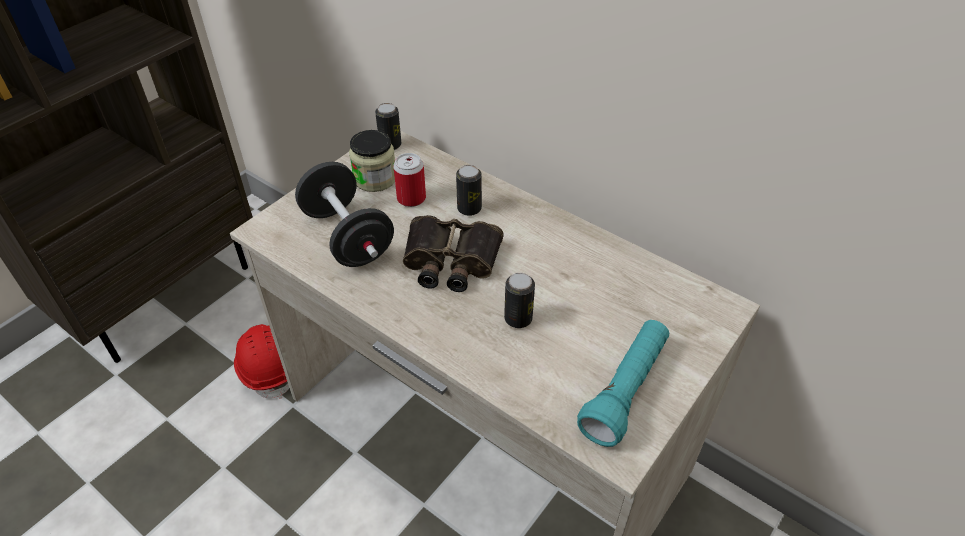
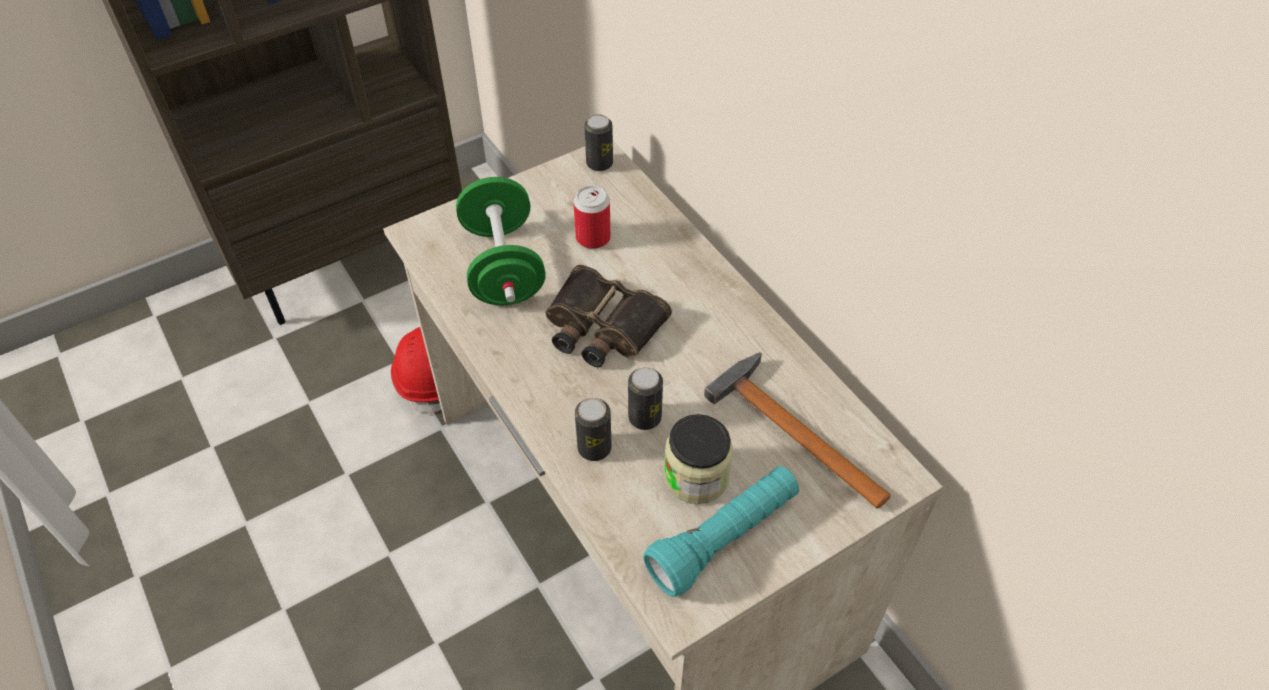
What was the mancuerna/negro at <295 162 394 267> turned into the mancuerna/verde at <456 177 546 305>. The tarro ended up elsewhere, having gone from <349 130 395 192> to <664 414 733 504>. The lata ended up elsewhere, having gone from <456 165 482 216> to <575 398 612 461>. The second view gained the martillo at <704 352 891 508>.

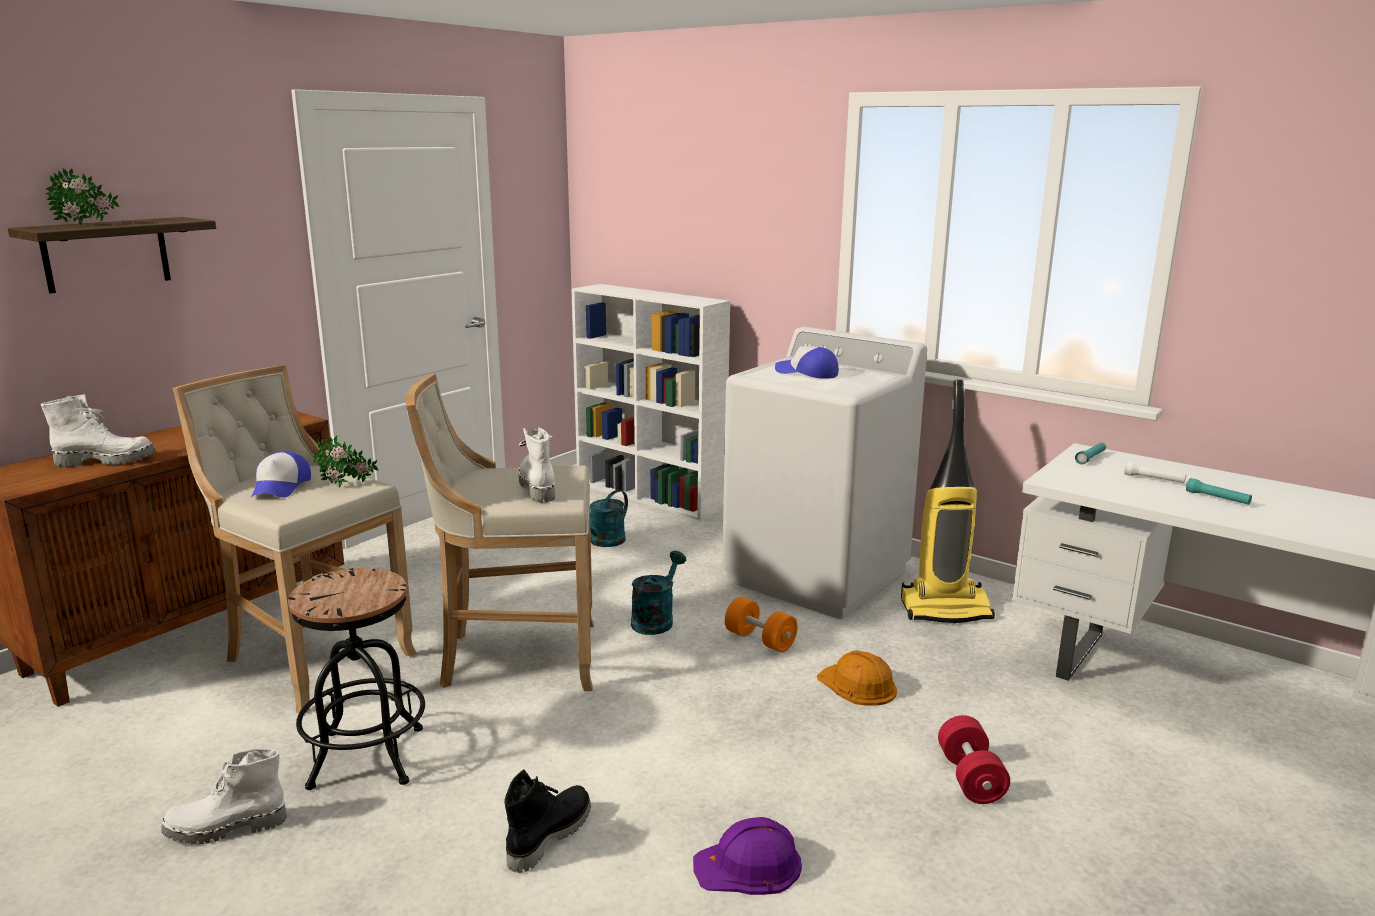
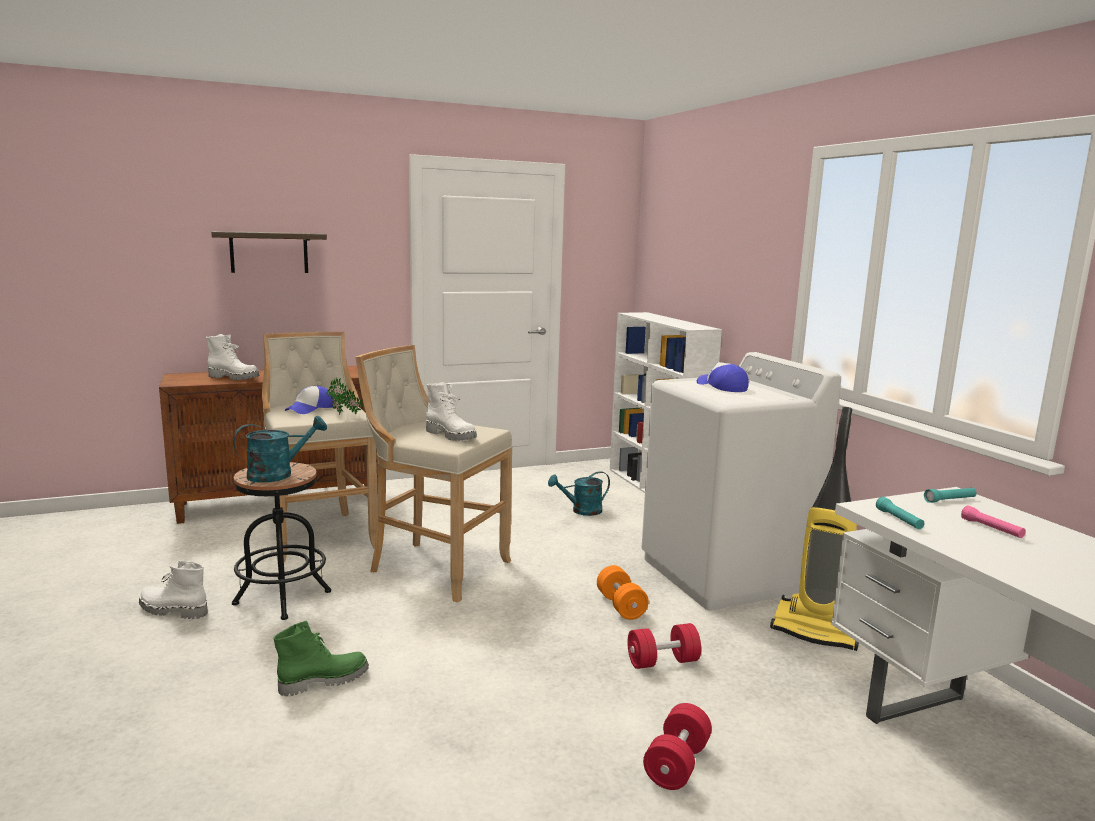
The second view lost the planta en maceta at <45 168 119 225>. What was the bota/negro at <504 769 591 873> turned into the bota/verde at <274 621 369 696>. The bota/blanco at <519 427 555 503> ended up facing another way, 120 degrees clockwise from before. The regadera/turquesa ended up elsewhere, having gone from <631 551 686 635> to <233 416 327 483>. The second view lost the casco/morado at <693 817 802 895>. Where the casco/naranja stood at <817 650 897 706>, the mancuerna/rojo came to stand at <627 623 701 669>. What was the linterna/blanco at <1124 462 1186 483> turned into the linterna/rosa at <961 506 1026 538>. The linterna/turquesa ended up elsewhere, having gone from <1186 478 1252 505> to <876 497 924 529>.

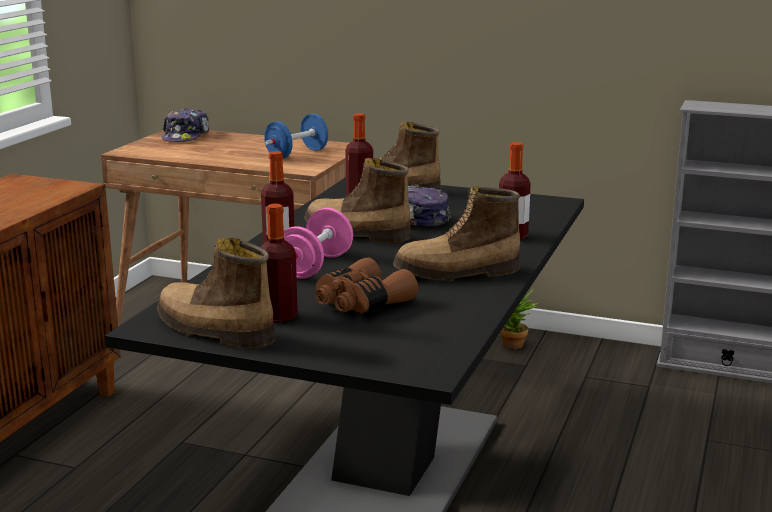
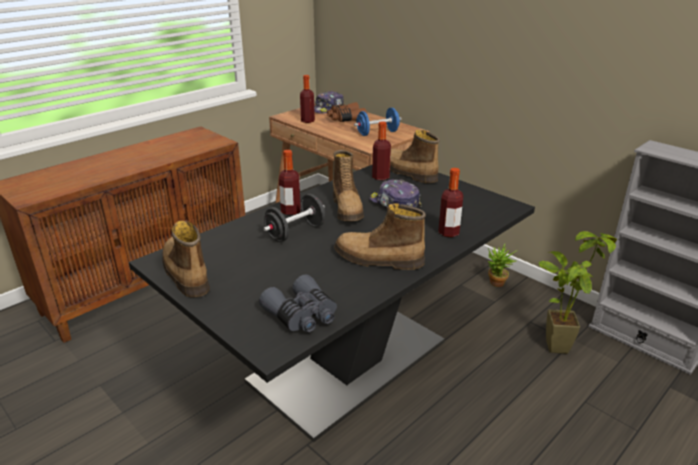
The botella ended up elsewhere, having gone from <260 204 298 323> to <300 75 315 123>. What was the mancuerna/rosa at <284 208 353 279> turned into the mancuerna/negro at <263 194 325 242>. The bota at <305 158 411 243> ended up facing another way, 150 degrees counterclockwise from before. The prismáticos/marrón ended up elsewhere, having gone from <315 258 418 313> to <327 102 367 122>. The second view gained the prismáticos/gris at <259 274 337 332>. The second view gained the planta en maceta at <539 231 617 354>.

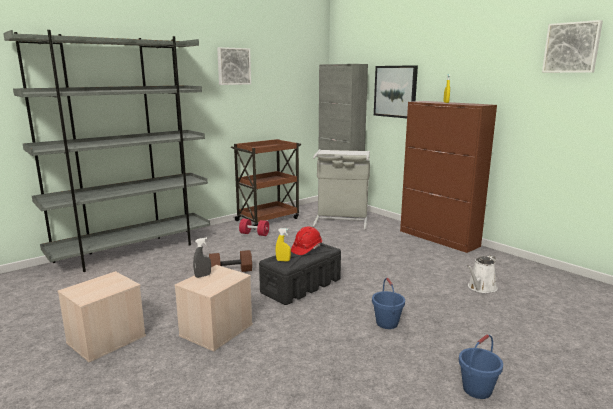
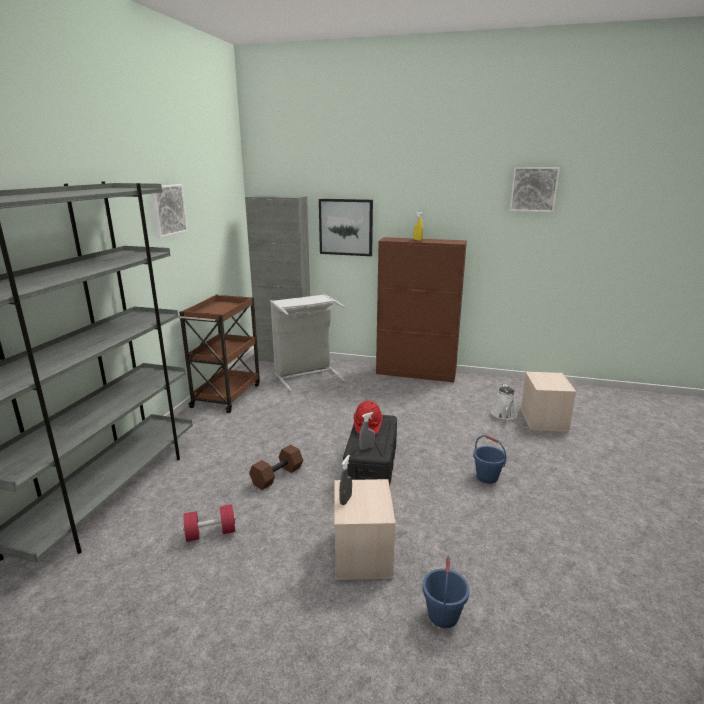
The caja de almacenaje/beis ended up elsewhere, having gone from <58 271 146 362> to <521 372 576 432>. The mancuerna/rojo ended up elsewhere, having gone from <239 219 269 236> to <183 504 236 542>. What was the pulverizador/amarillo at <276 228 291 262> turned into the pulverizador/gris at <359 412 375 450>. The cubo/azul ended up elsewhere, having gone from <459 334 503 399> to <422 555 470 628>.

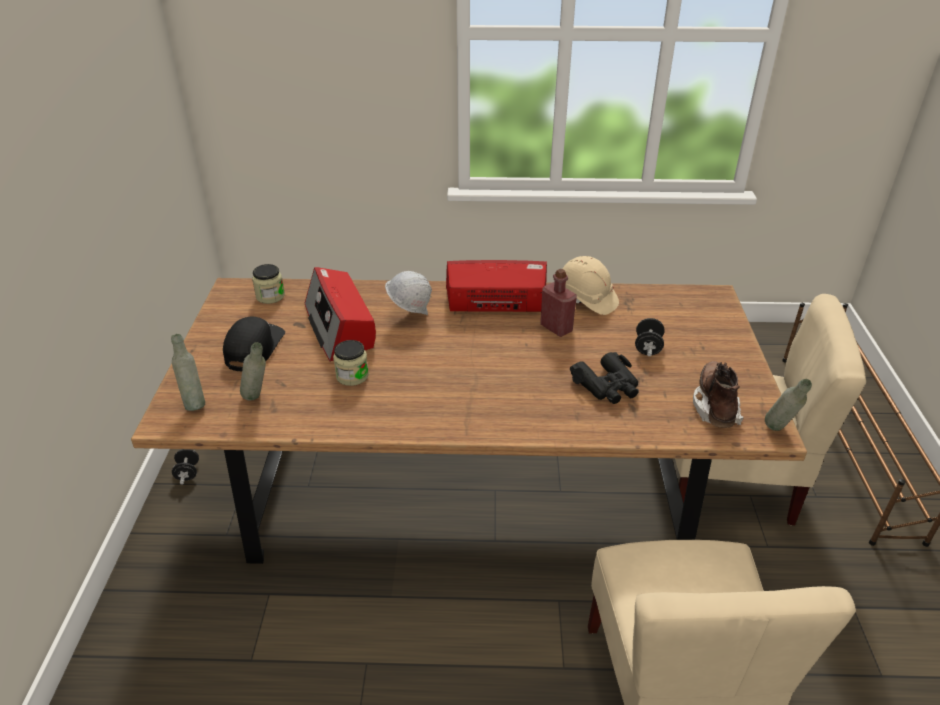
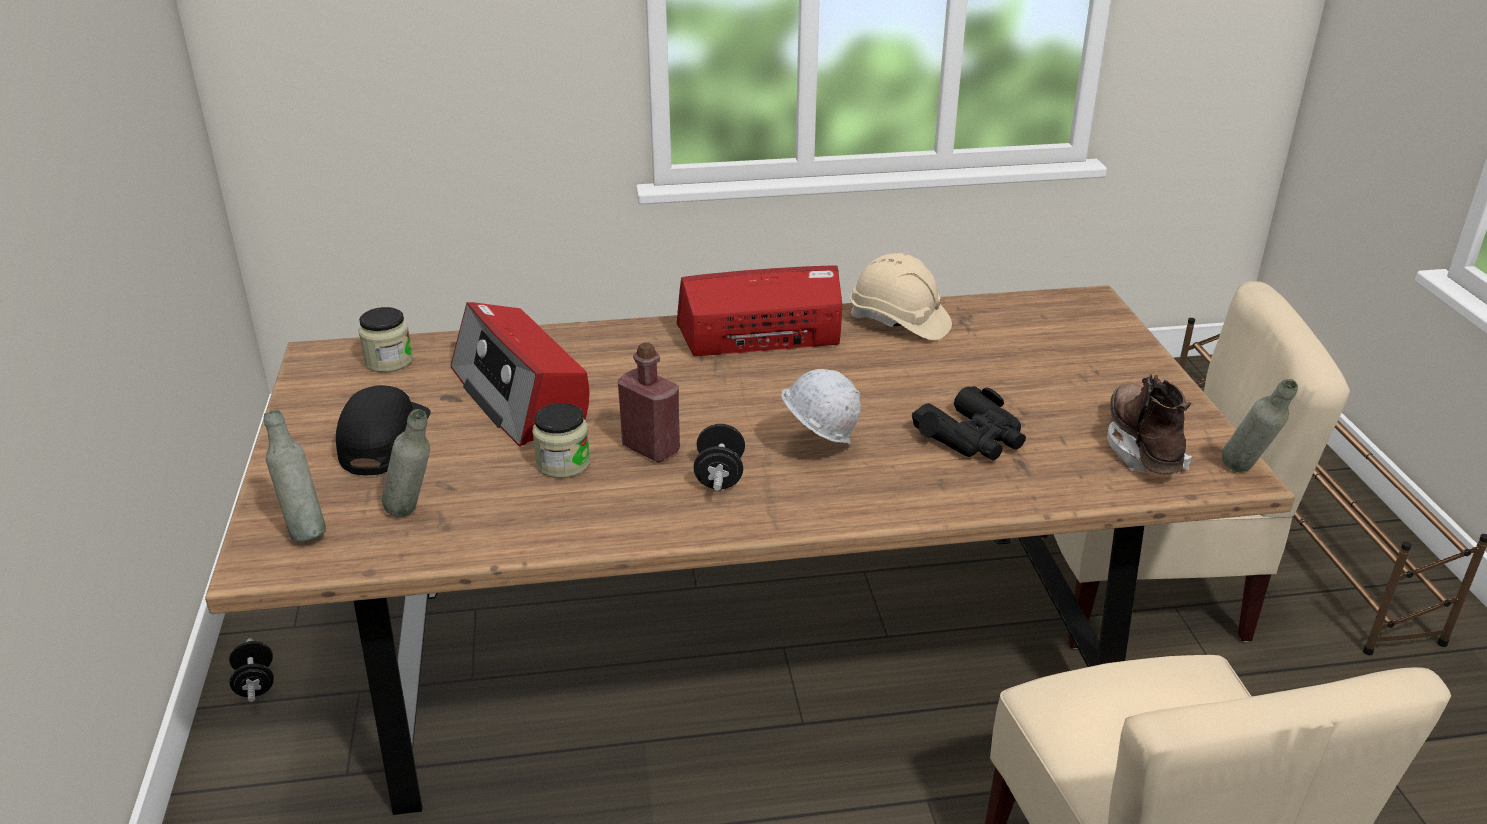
The casco/blanco ended up elsewhere, having gone from <385 271 432 315> to <781 369 861 446>. The botella/rojo ended up elsewhere, having gone from <540 269 577 337> to <618 342 680 463>. The mancuerna/negro ended up elsewhere, having gone from <635 318 665 356> to <693 424 745 490>.

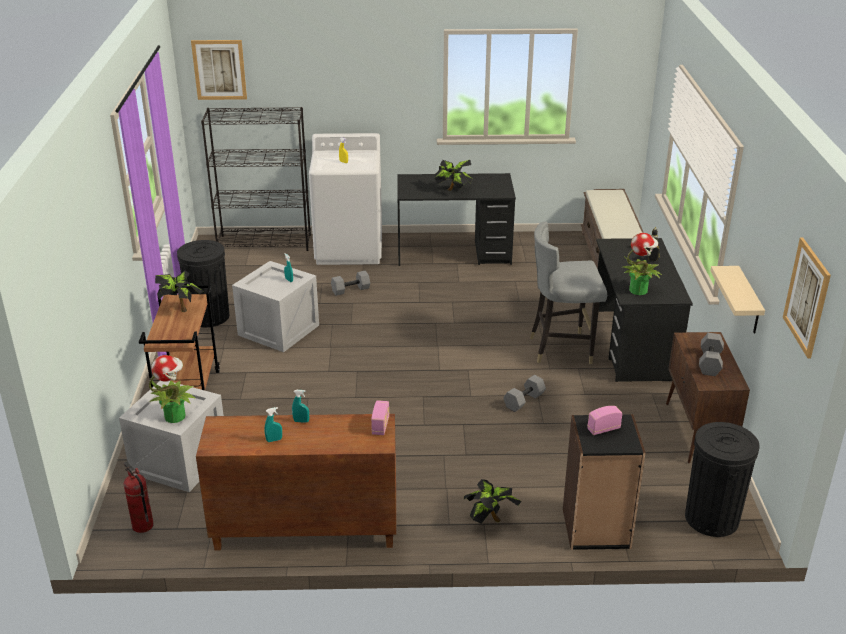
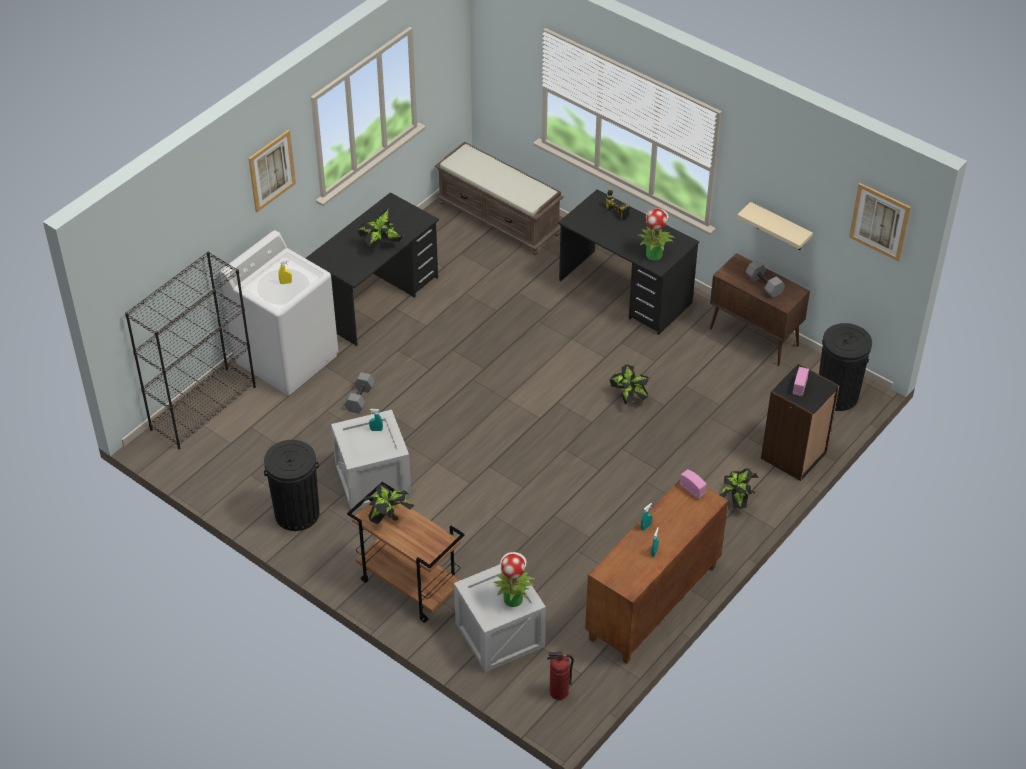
The cuadro ended up elsewhere, having gone from <191 40 247 100> to <248 130 296 212>. Where the mancuerna/gris stood at <503 375 546 412>, the planta en maceta came to stand at <609 364 649 404>. The second view lost the silla/gris at <530 222 607 364>.

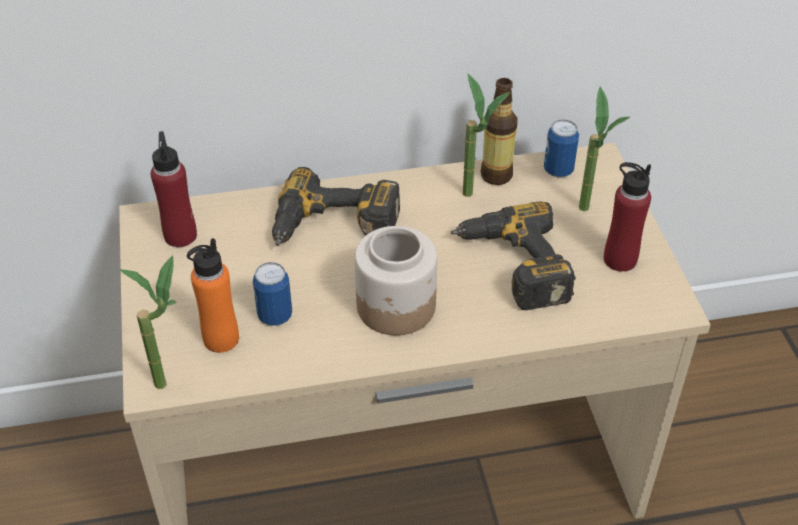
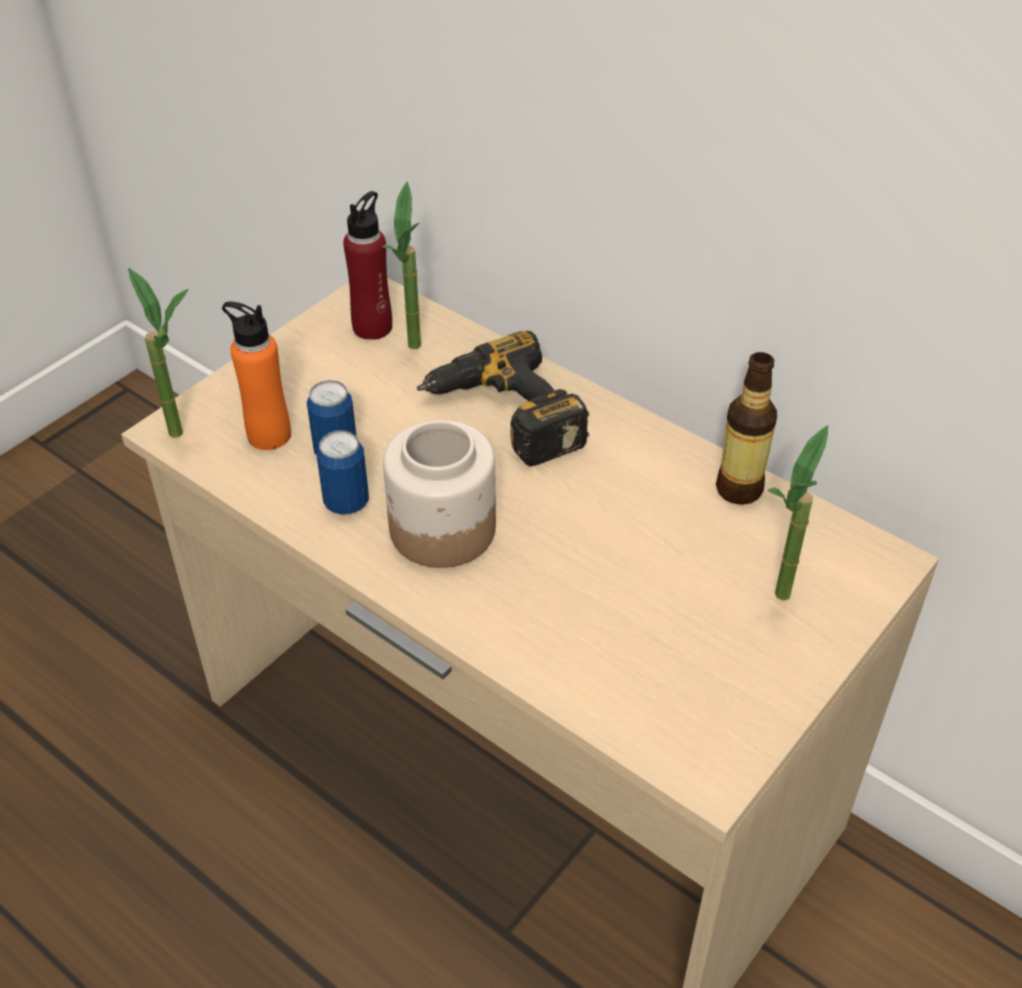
The second view lost the taladro at <451 201 576 310>. The planta en maceta ended up elsewhere, having gone from <463 74 510 197> to <382 181 421 349>. The lata ended up elsewhere, having gone from <544 119 579 178> to <317 430 369 515>. The second view lost the botella/rojo at <604 162 651 272>.

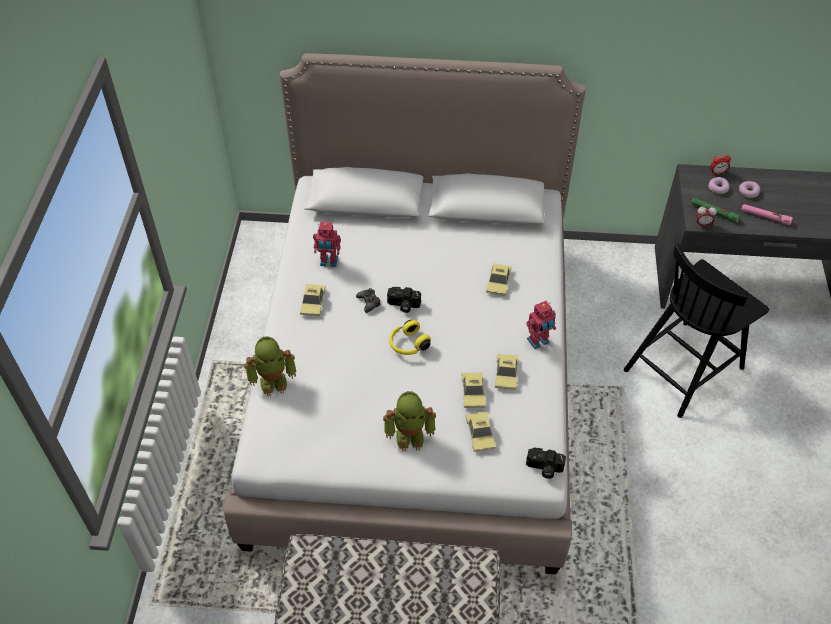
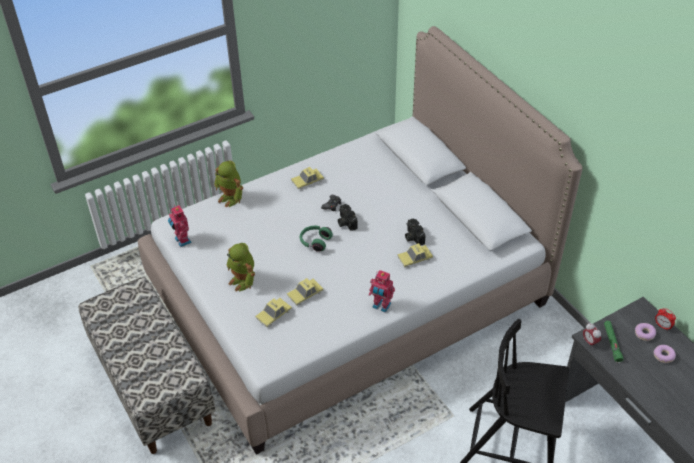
The robot de juguete ended up elsewhere, having gone from <313 222 341 267> to <168 205 192 247>. What was the auriculares/amarillo at <389 320 431 355> turned into the auriculares/verde at <300 226 333 252>. The second view lost the coche de juguete at <495 354 518 390>. The cámara ended up elsewhere, having gone from <526 448 566 479> to <405 218 425 245>. The second view lost the linterna/rosa at <742 204 793 226>.

